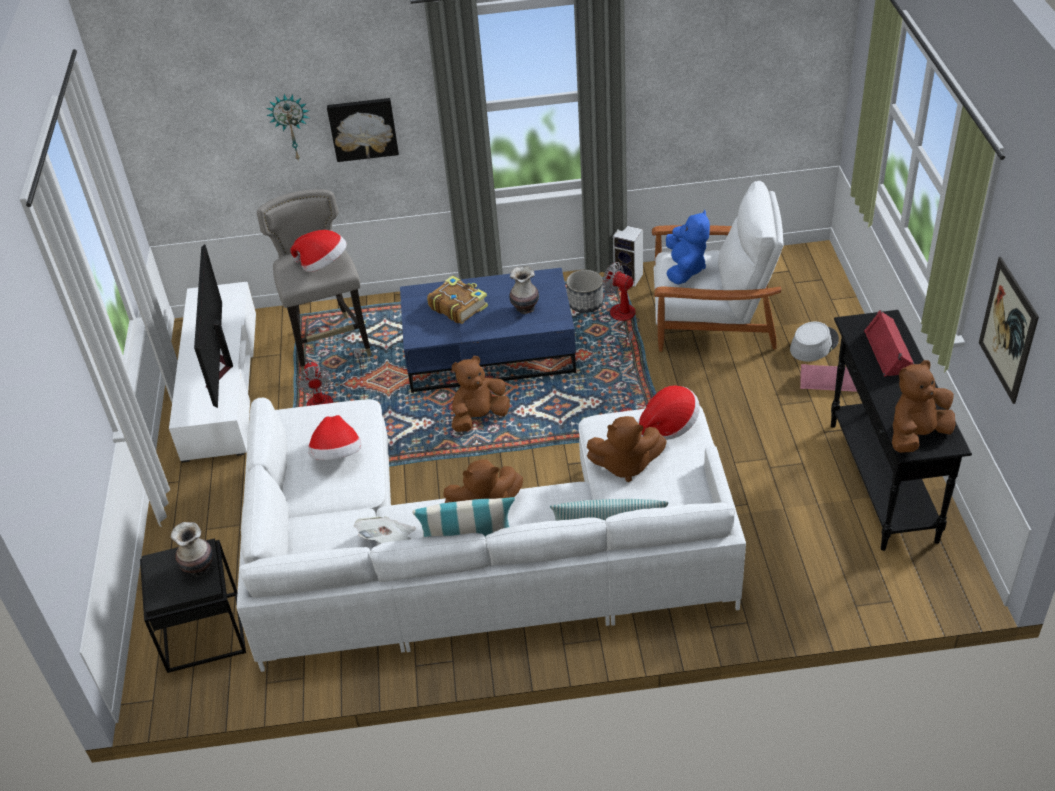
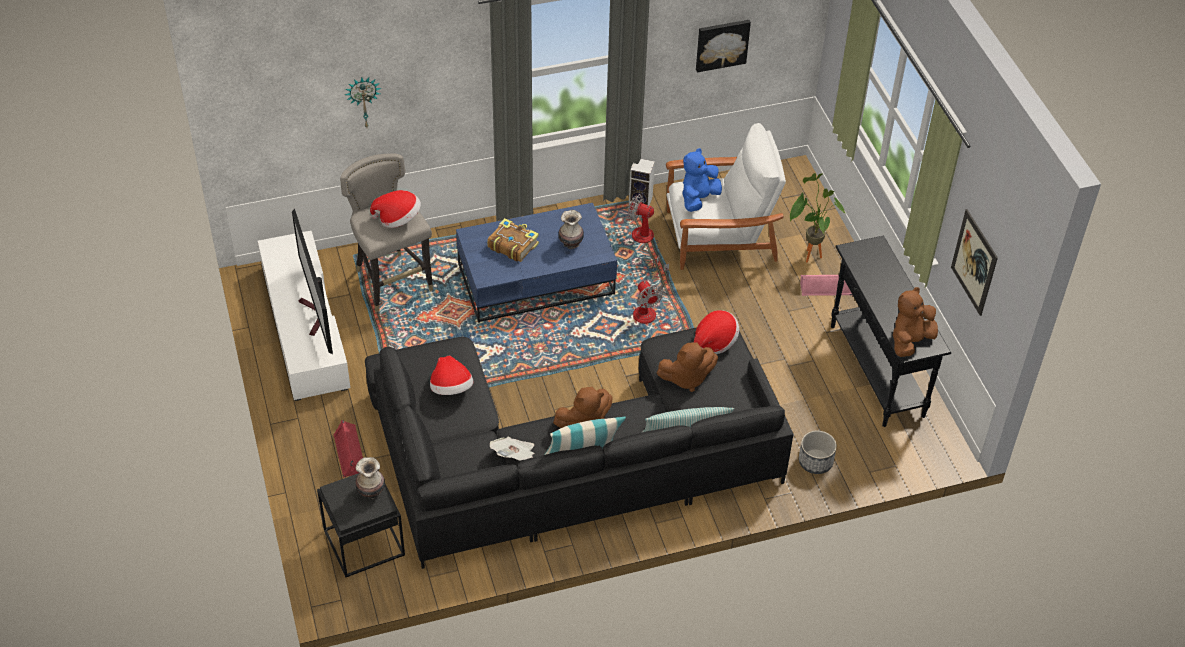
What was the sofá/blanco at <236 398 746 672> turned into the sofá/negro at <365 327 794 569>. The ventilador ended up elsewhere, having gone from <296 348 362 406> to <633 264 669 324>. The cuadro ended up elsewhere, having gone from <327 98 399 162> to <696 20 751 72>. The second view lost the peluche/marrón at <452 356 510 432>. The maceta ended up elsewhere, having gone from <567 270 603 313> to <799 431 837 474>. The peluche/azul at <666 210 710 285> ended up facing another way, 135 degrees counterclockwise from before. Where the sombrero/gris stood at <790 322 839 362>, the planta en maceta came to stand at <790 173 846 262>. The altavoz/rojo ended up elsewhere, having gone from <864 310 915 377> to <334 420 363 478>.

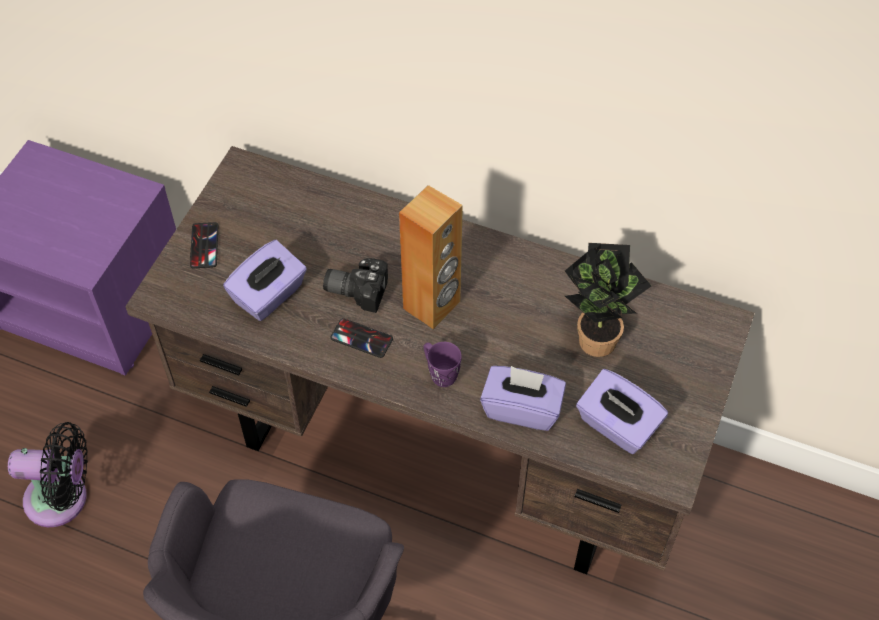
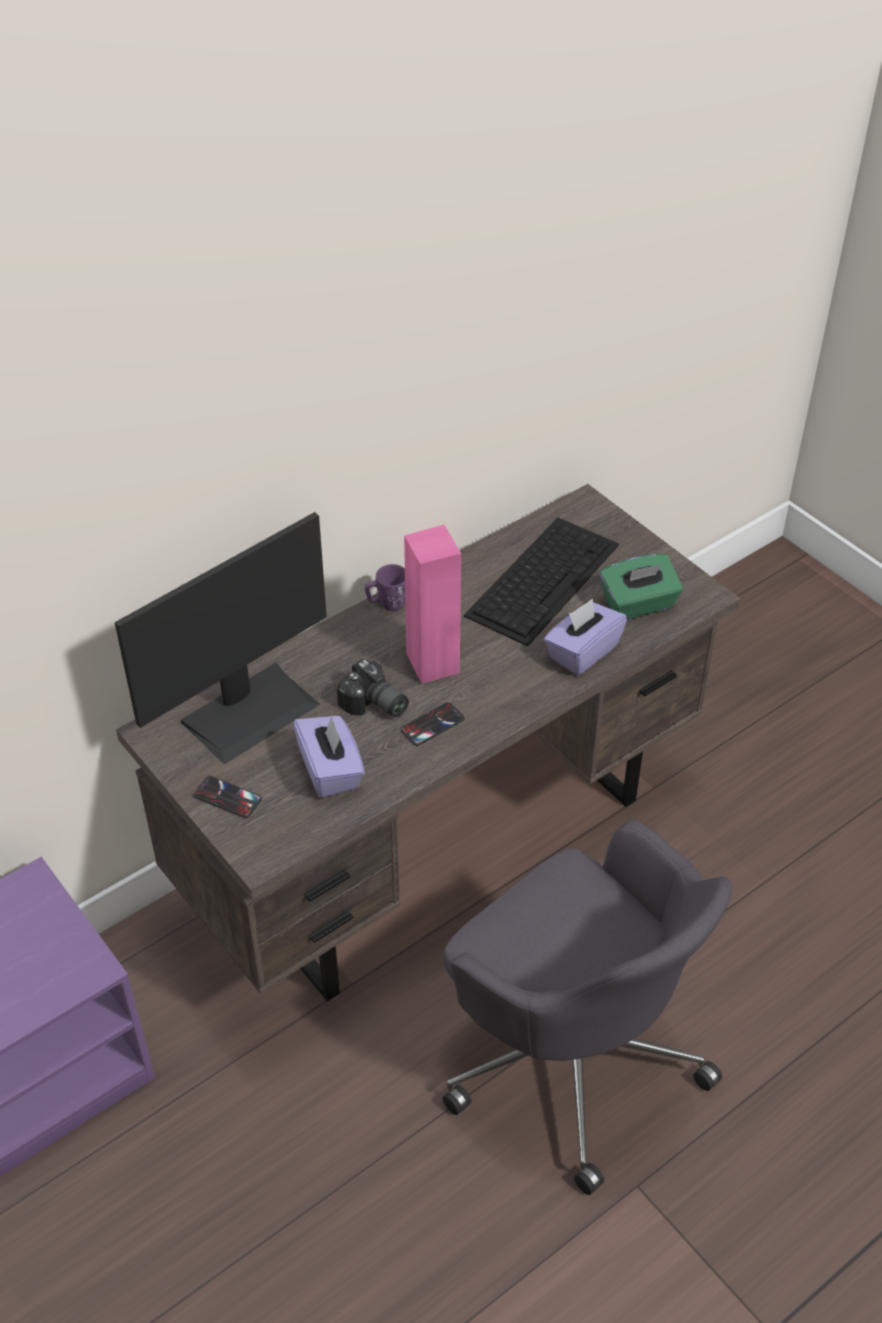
The second view lost the ventilador/negro at <8 422 88 527>. The cámara at <323 258 388 313> ended up facing another way, 90 degrees counterclockwise from before. What was the altavoz/marrón at <399 185 463 329> turned into the altavoz/rosa at <404 524 461 684>. The taza grande/morado ended up elsewhere, having gone from <424 342 462 387> to <365 564 405 611>. Where the planta en maceta stood at <565 243 651 357>, the teclado came to stand at <464 517 619 646>. What was the caja de pañuelos/morado at <576 369 668 454> turned into the caja de pañuelos/verde at <600 554 683 620>. The second view gained the monitor at <115 512 327 765>.

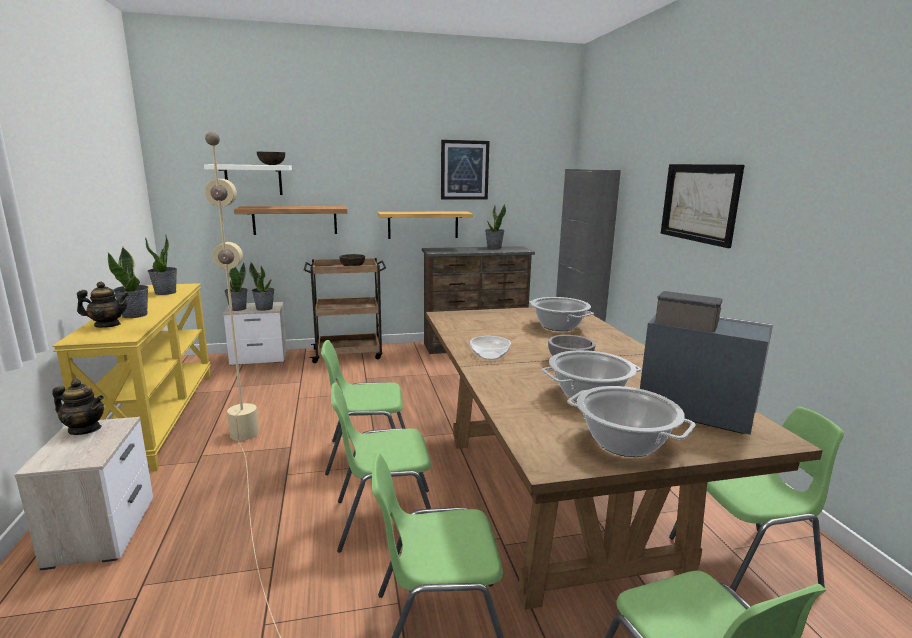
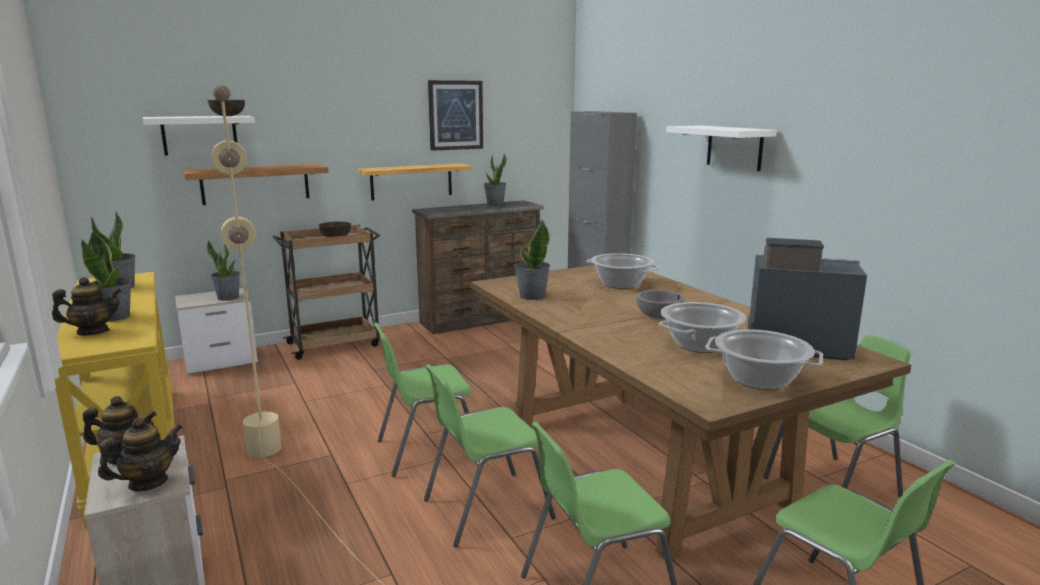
The planta en maceta ended up elsewhere, having gone from <224 263 248 311> to <514 220 550 300>. The second view lost the cuenco at <470 336 511 360>. Where the cuadro hung at <661 164 744 248>, the estante/blanco came to hang at <666 125 777 171>. The second view gained the tetera at <98 417 183 491>.

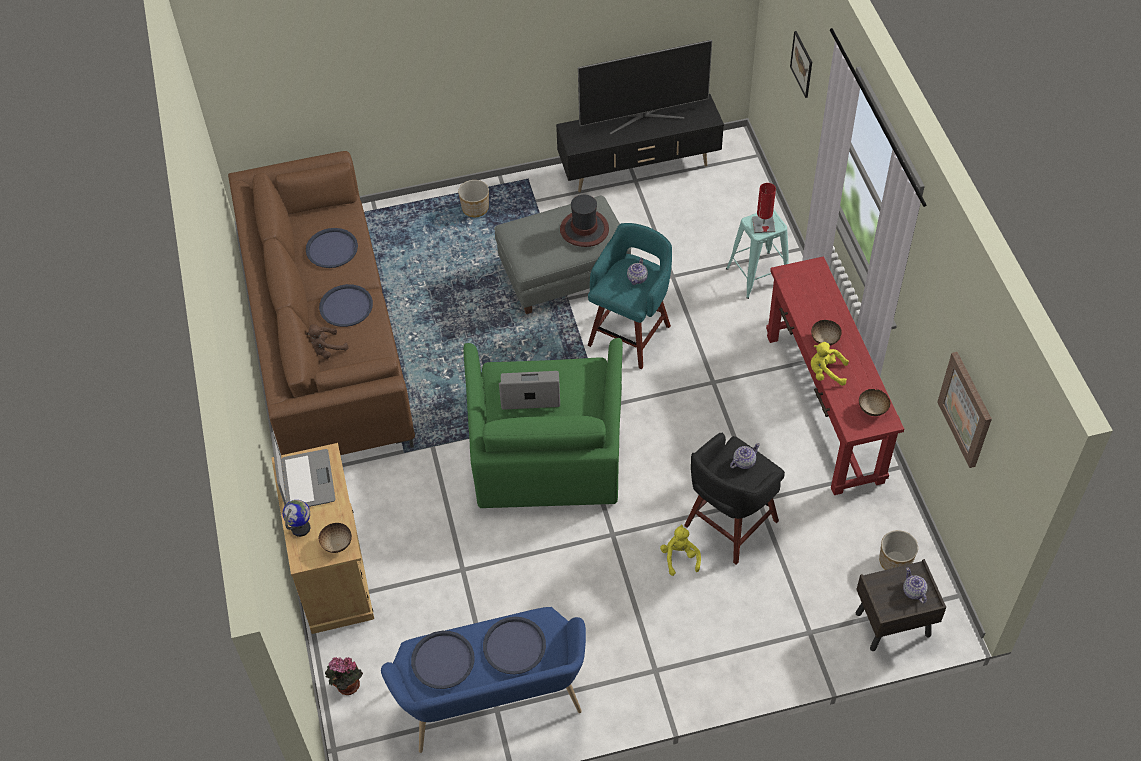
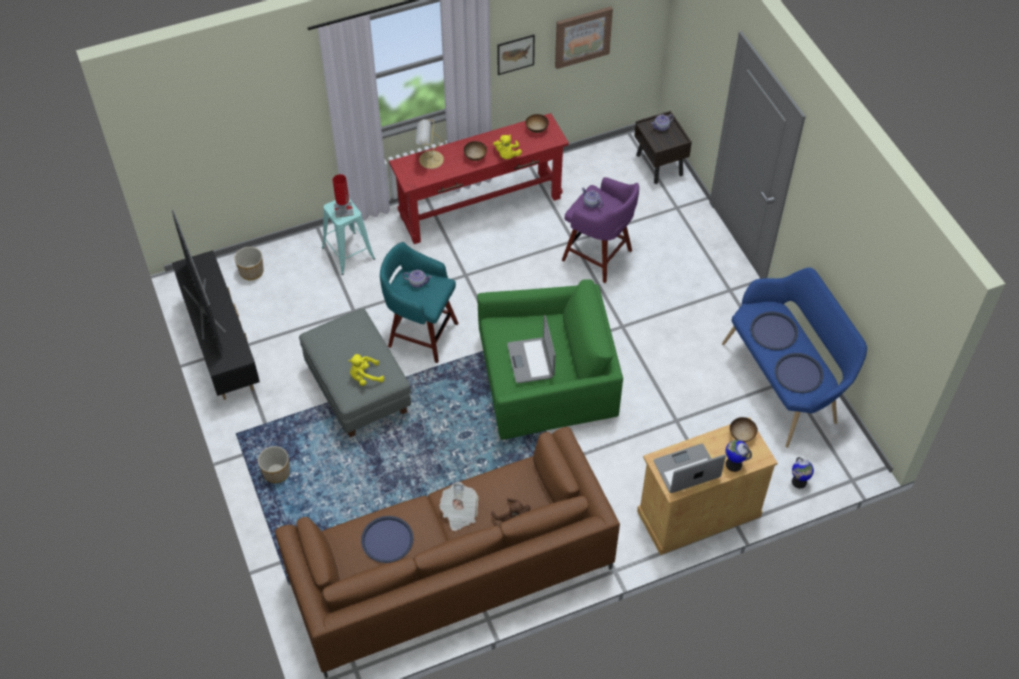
Where the bandeja/azul stood at <319 284 373 327>, the periódico came to stand at <439 482 479 531>. Where the planta en maceta stood at <325 657 363 695>, the globo terráqueo came to stand at <792 457 814 489>. The second view lost the sombrero at <560 195 609 247>. The peluche/amarillo ended up elsewhere, having gone from <660 524 701 576> to <348 354 384 386>. What was the taburete/negro at <684 432 785 565> turned into the taburete/morado at <562 177 639 283>. The cuadro ended up elsewhere, having gone from <790 31 812 98> to <497 34 535 75>. The maceta ended up elsewhere, having gone from <879 530 918 570> to <234 247 264 280>. The second view gained the lámpara de mesa at <416 119 444 169>.

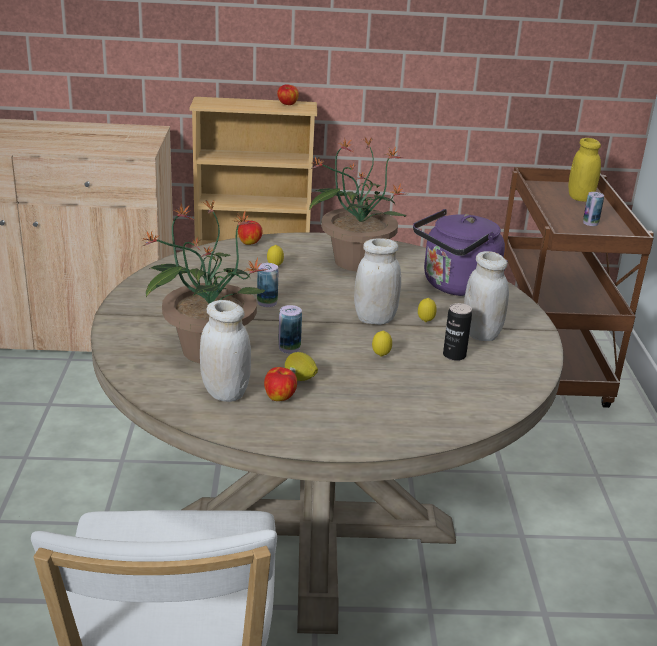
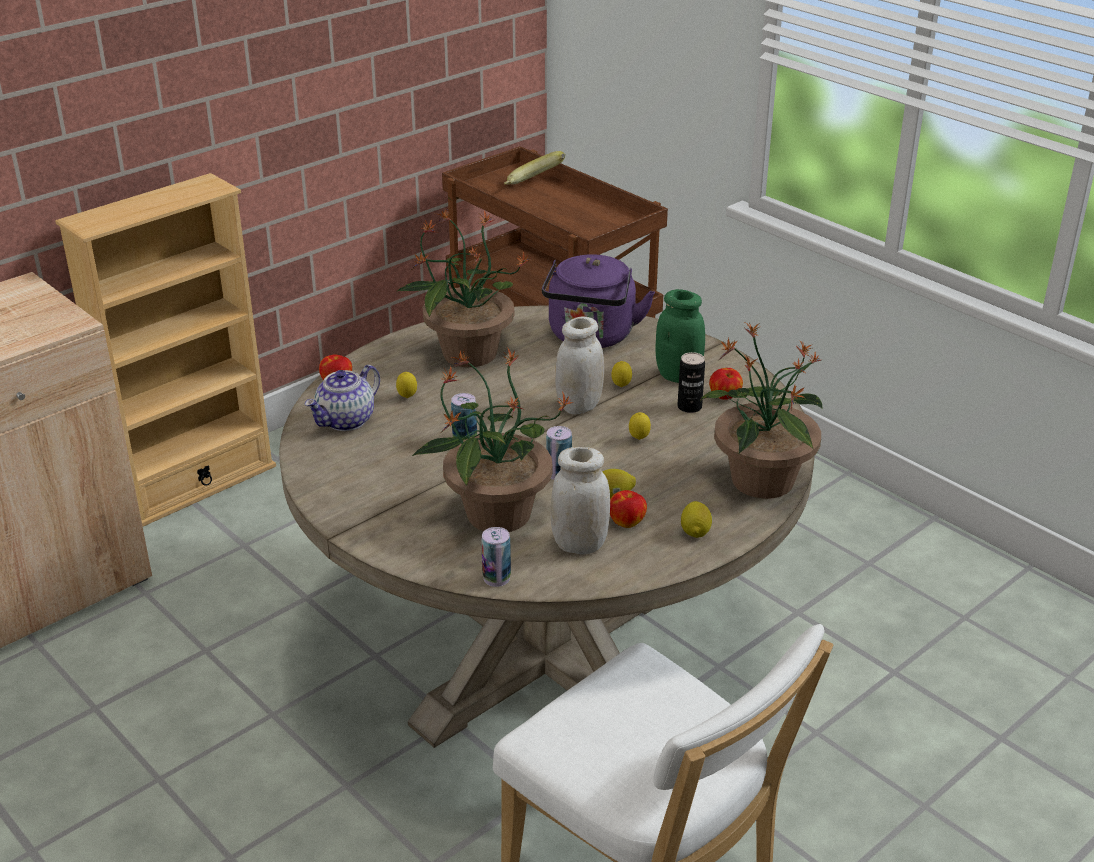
The manzana ended up elsewhere, having gone from <277 84 299 105> to <709 368 743 400>. What was the tarro/blanco at <464 251 509 341> turned into the tarro/verde at <655 289 705 383>. Where the tarro/amarillo stood at <568 138 601 202>, the plátano came to stand at <504 151 565 185>. The lata ended up elsewhere, having gone from <583 192 604 226> to <481 527 511 587>. The second view gained the tetera at <304 365 380 431>. The second view gained the limón at <681 501 712 538>. The second view gained the planta en maceta at <700 322 823 499>.

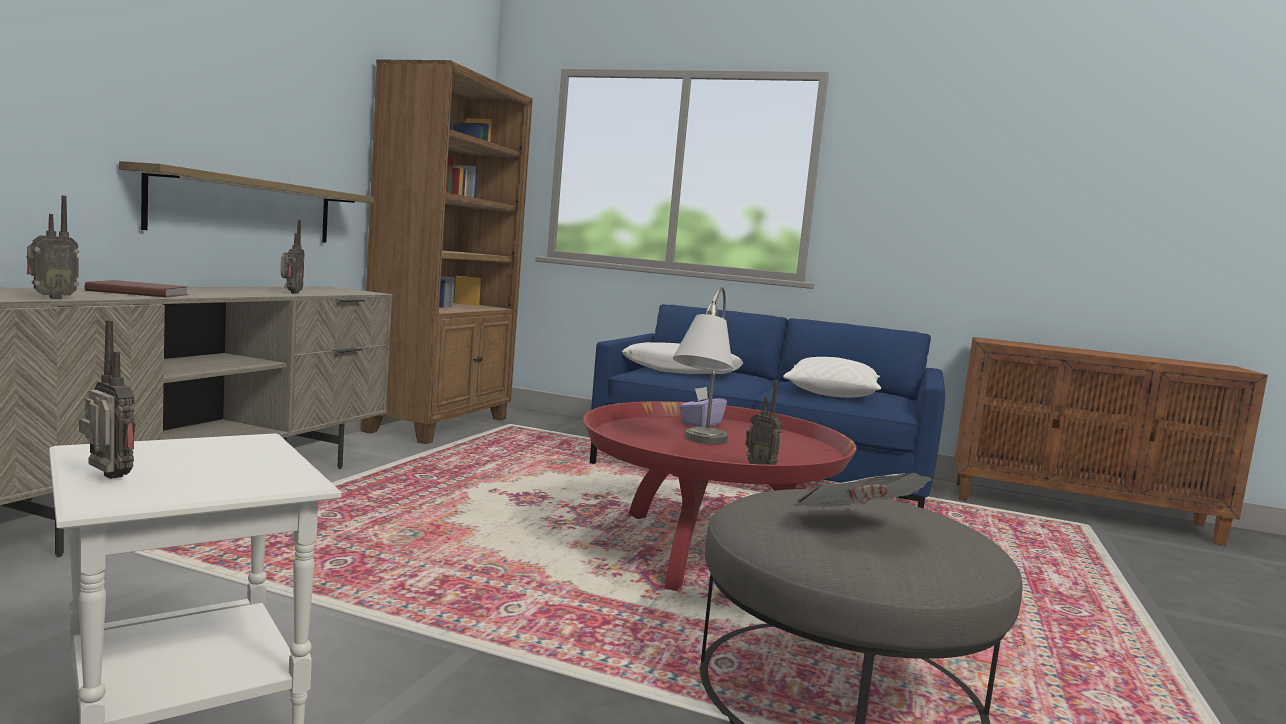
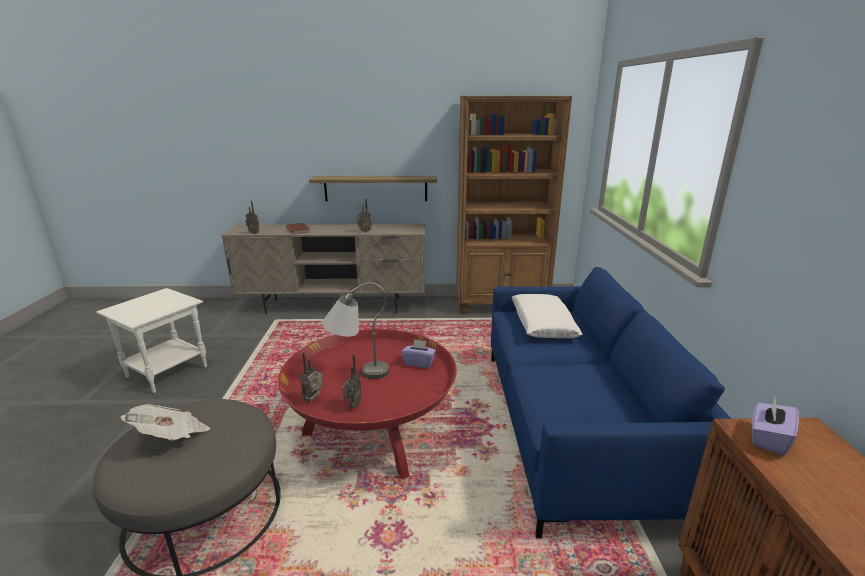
The radio ended up elsewhere, having gone from <79 320 136 479> to <343 354 361 408>. The second view lost the cojín/blanco at <783 357 881 398>. The second view gained the caja de pañuelos/morado at <752 398 799 456>.

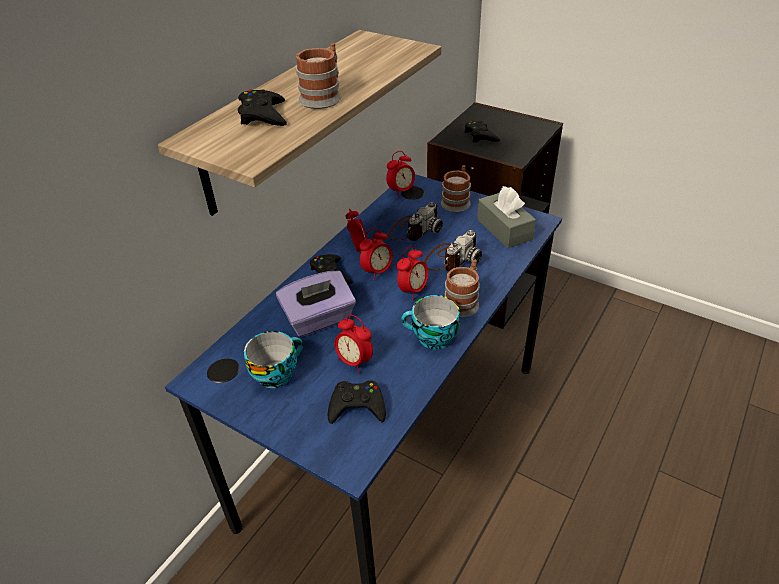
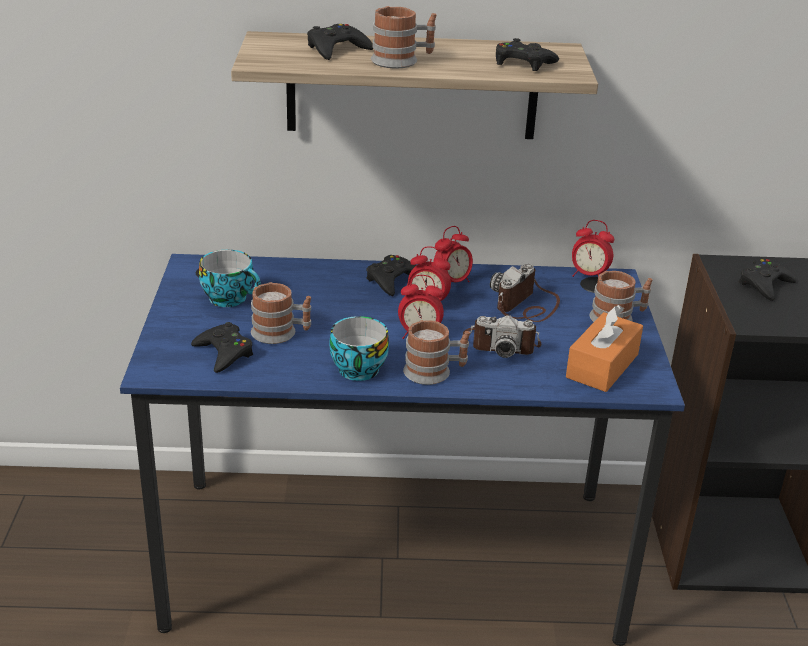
The second view lost the caja de pañuelos/morado at <276 271 356 337>. Where the despertador stood at <334 315 373 373>, the taza grande came to stand at <251 282 311 344>. The cámara at <389 202 443 241> ended up facing another way, 120 degrees clockwise from before. What was the caja de pañuelos/gris at <477 186 536 248> turned into the caja de pañuelos/naranja at <566 305 643 392>. The second view gained the mando de consola/negro at <496 38 559 71>.

